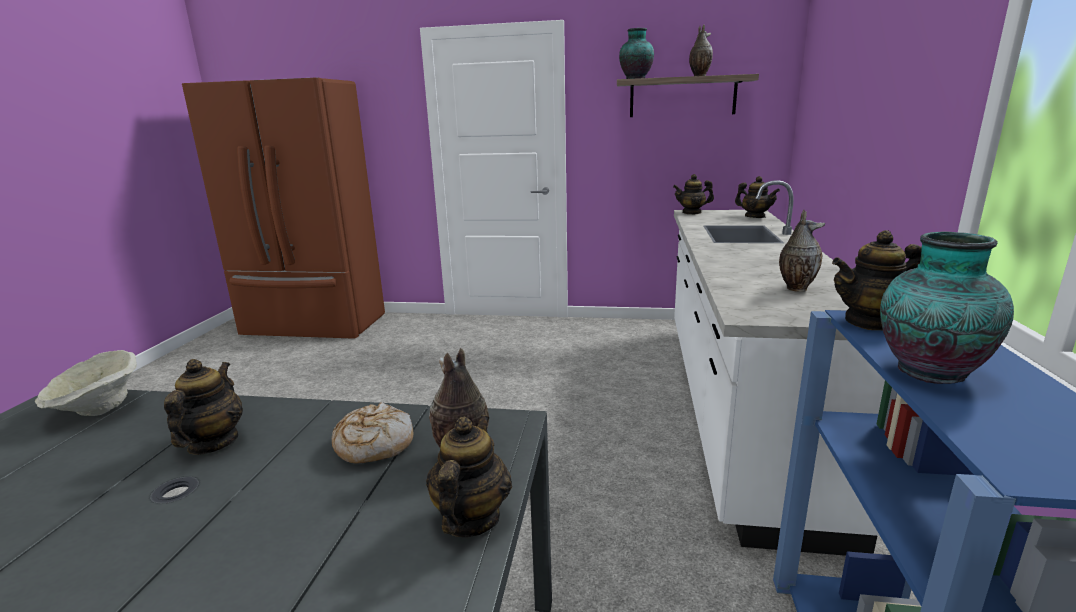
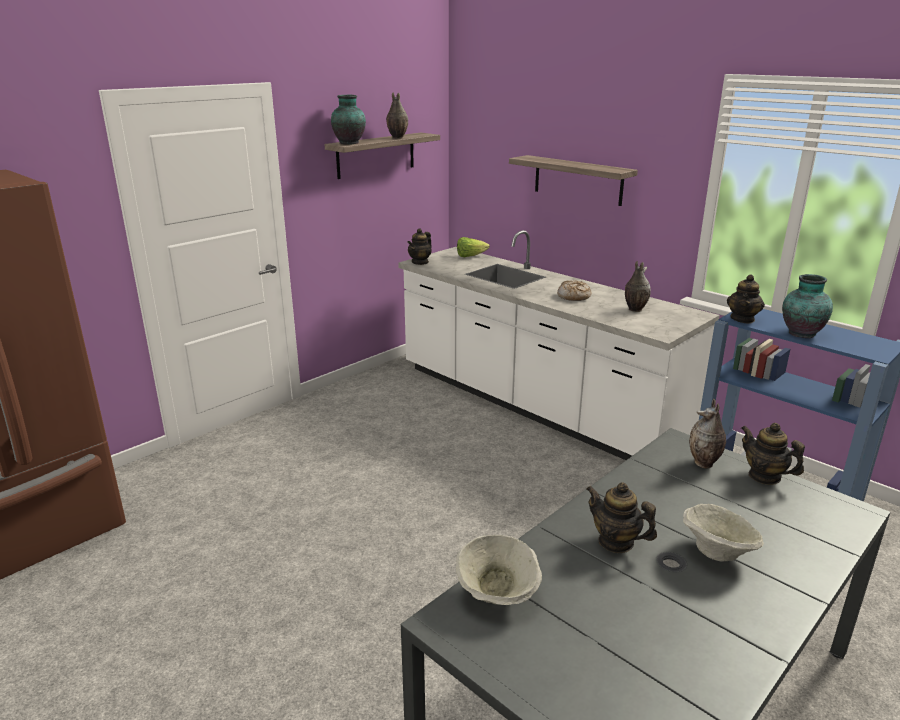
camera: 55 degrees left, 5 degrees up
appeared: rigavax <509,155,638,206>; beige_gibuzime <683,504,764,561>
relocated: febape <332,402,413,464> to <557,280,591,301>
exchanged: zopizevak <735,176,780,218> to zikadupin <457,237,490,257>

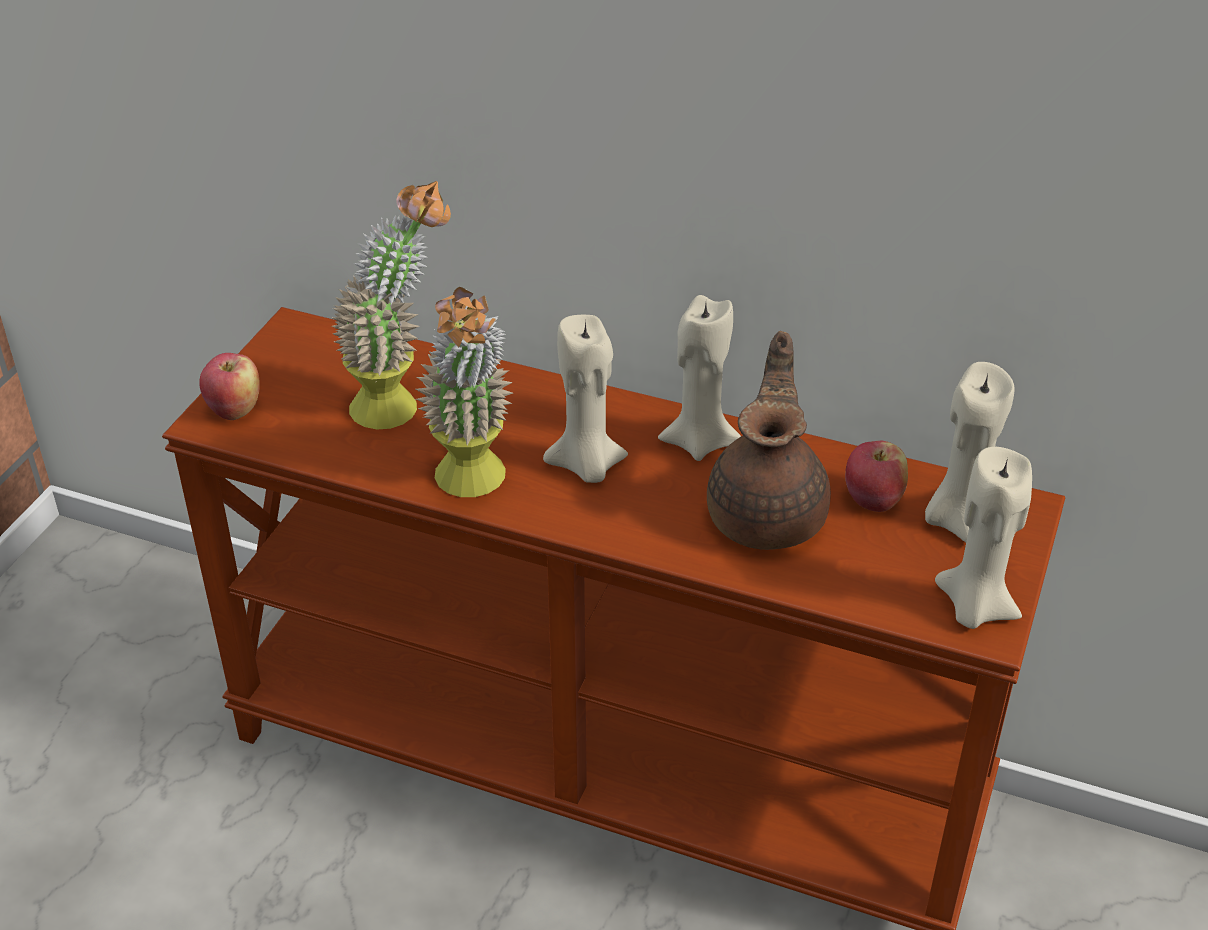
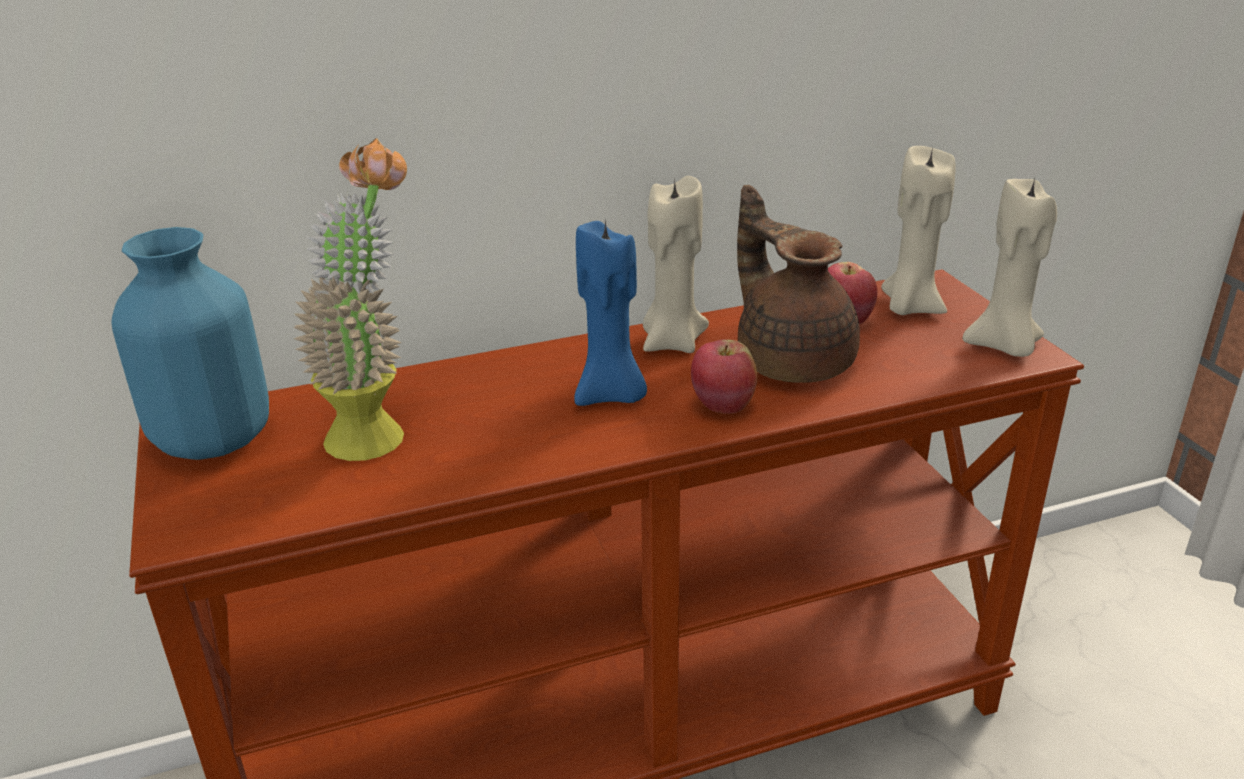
camera: 40 degrees left, 10 degrees down
missing: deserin <416,287,513,497>
appeared: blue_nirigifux <111,227,269,460>
relocated: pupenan <199,353,260,420> to <691,339,757,414>
colour: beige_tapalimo <543,315,628,483> to blue_tapalimo <574,219,647,406>

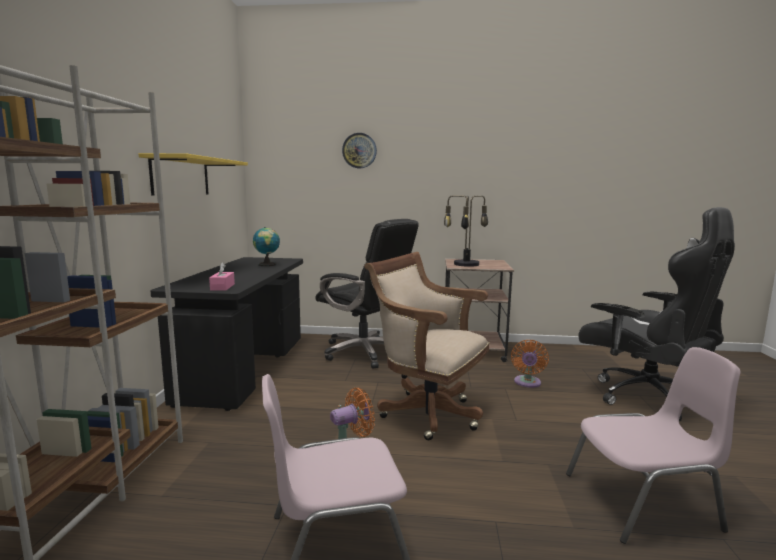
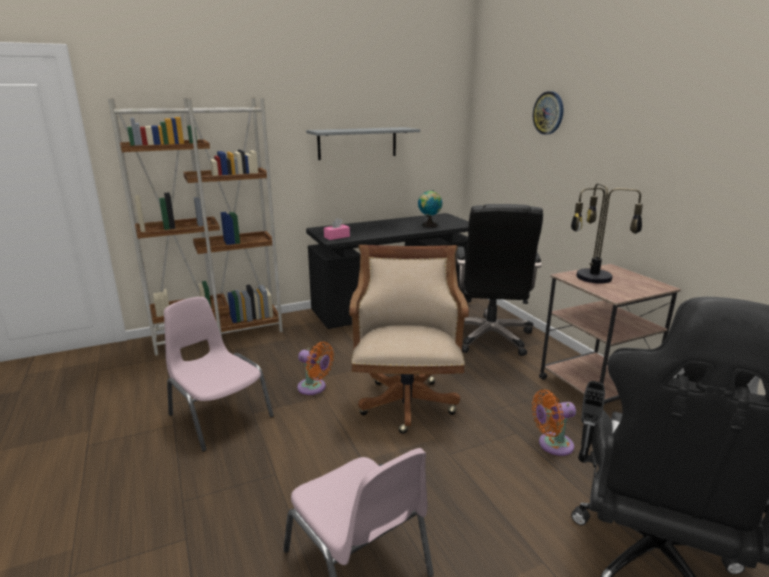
camera: 60 degrees right, 10 degrees up
colour: yellow_rigavax <139,153,248,196> to grey_rigavax <306,127,420,160>

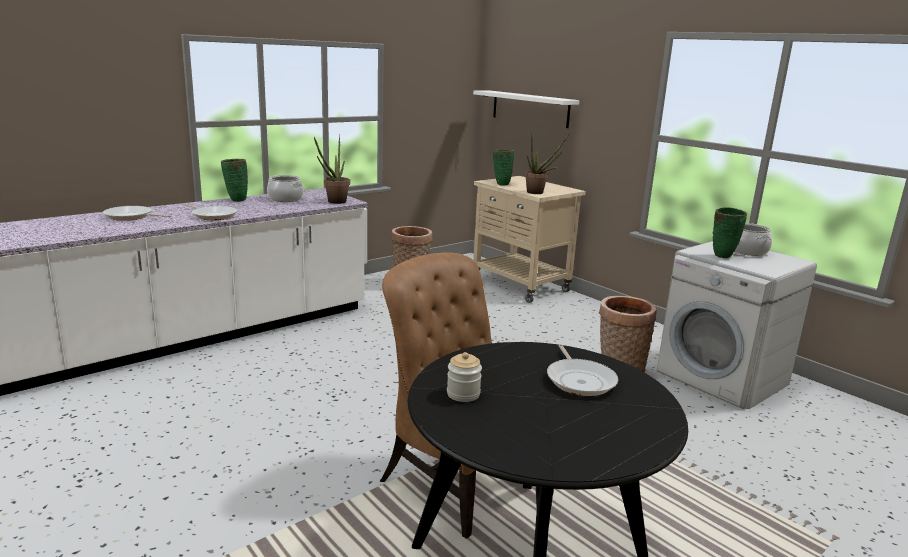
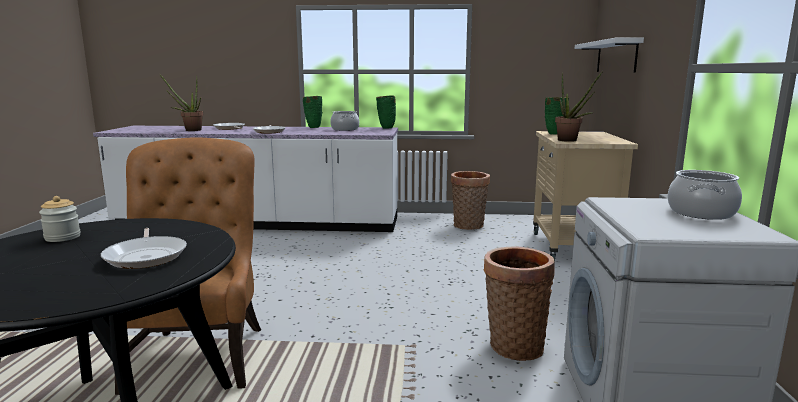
camera: 45 degrees right, 5 degrees down
relocated: deserin <314,134,350,204> to <160,75,204,131>; green_nirigifux <712,207,747,258> to <376,96,396,129>
spun: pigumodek <547,344,618,396> = <101,228,187,269> 60 degrees counterclockwise

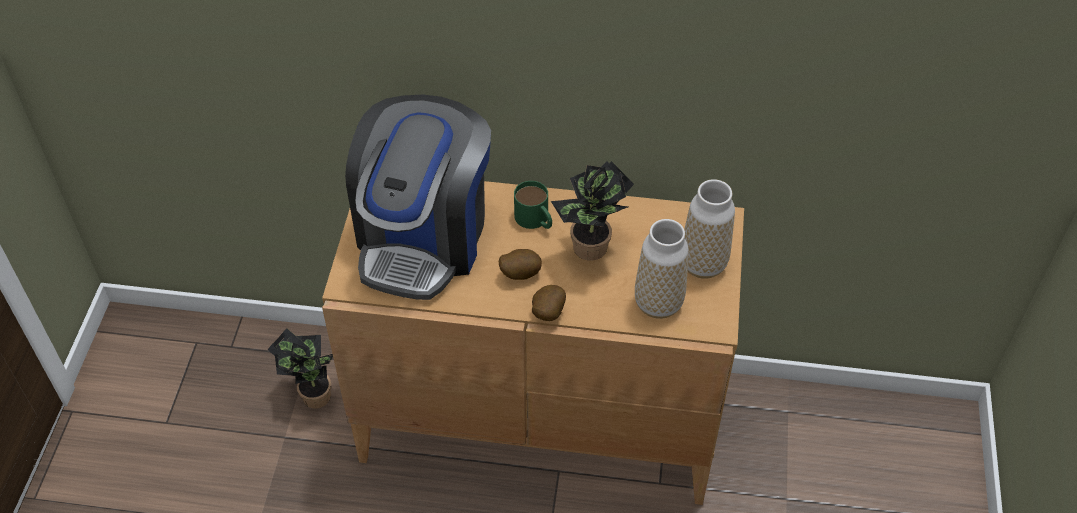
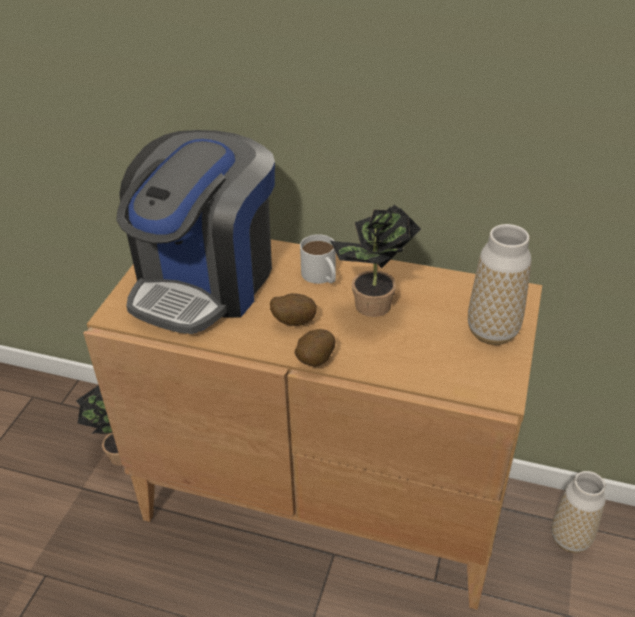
camera: 10 degrees right, 10 degrees down
relocated: nirigifux <635,219,688,319> to <551,471,606,553>
colour: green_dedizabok <514,181,552,229> to white_dedizabok <300,234,336,284>

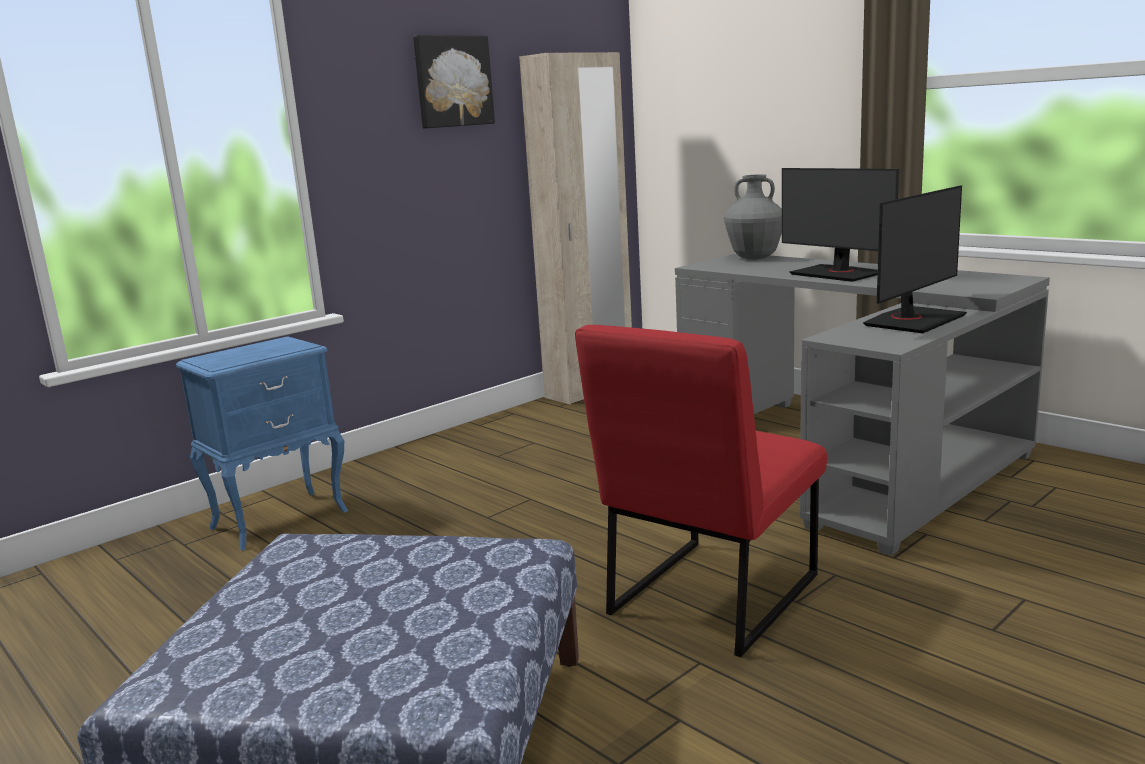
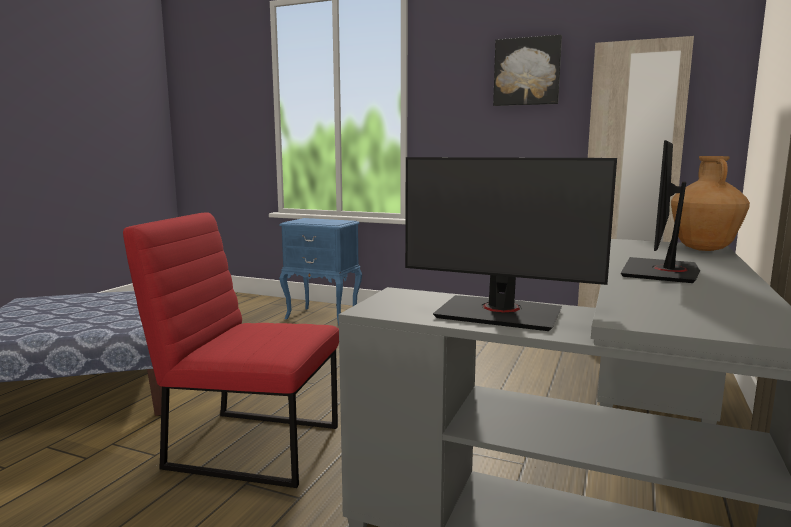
camera: 65 degrees right, 5 degrees down
colour: grey_nirigifux <724,174,782,260> to brown_nirigifux <671,156,750,251>

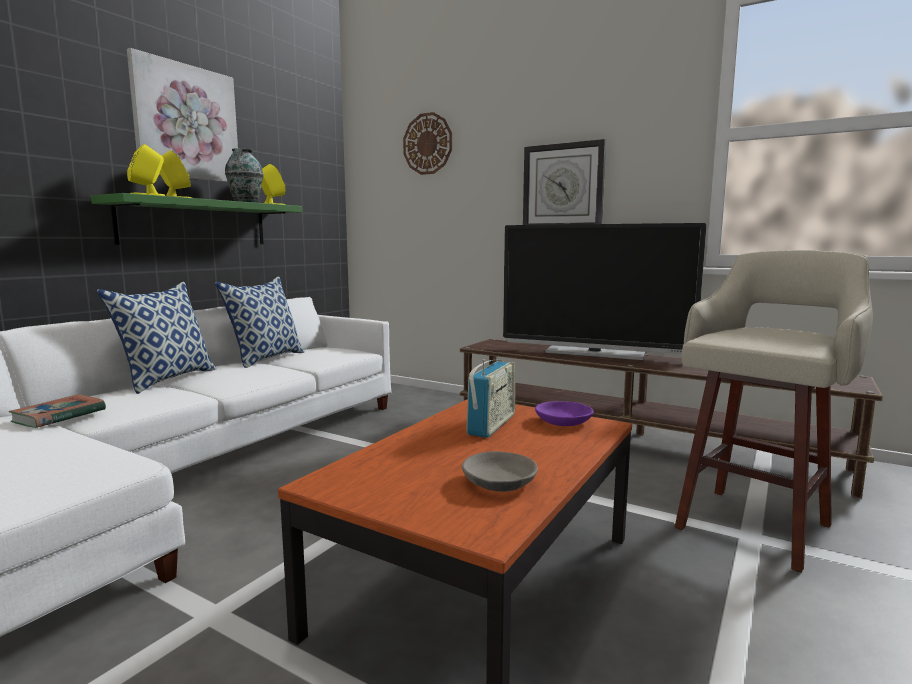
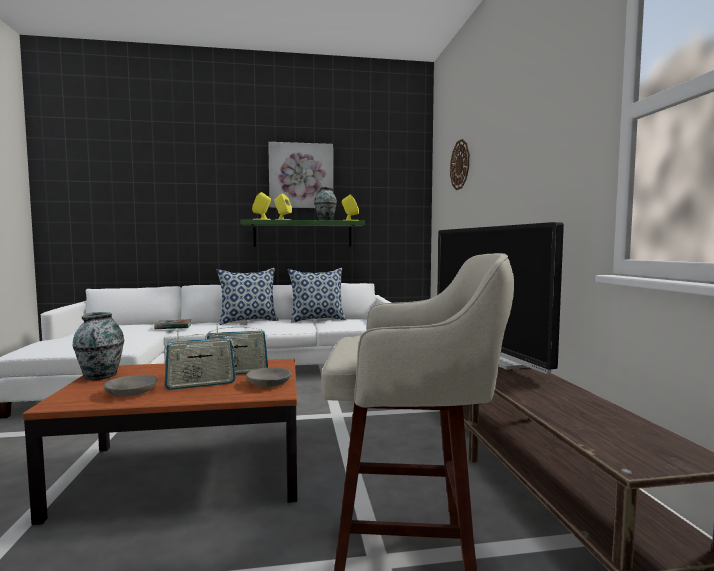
camera: 50 degrees right, 5 degrees down
missing: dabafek <523,139,606,225>
appeared: nirigifux <72,312,124,380>; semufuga <164,331,236,390>
colour: purple_gibuzime <535,401,594,426> to grey_gibuzime <246,367,292,387>

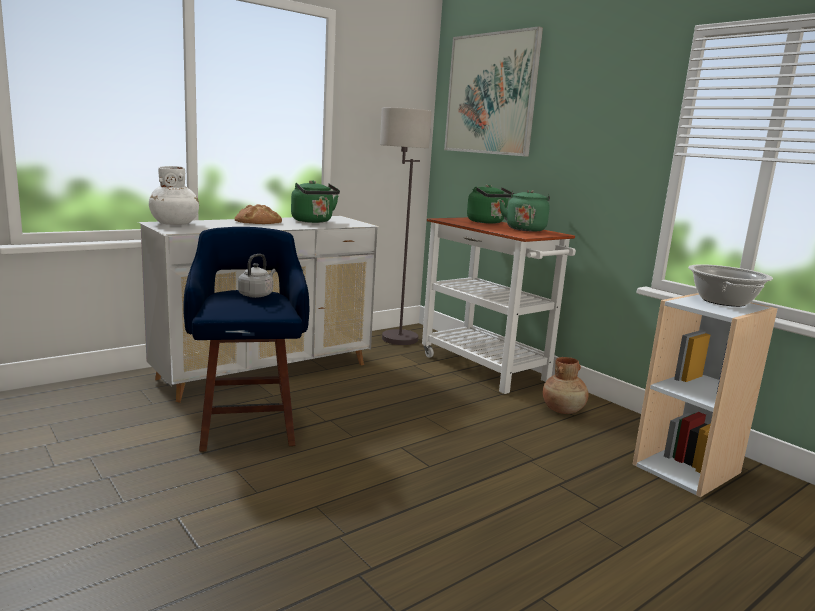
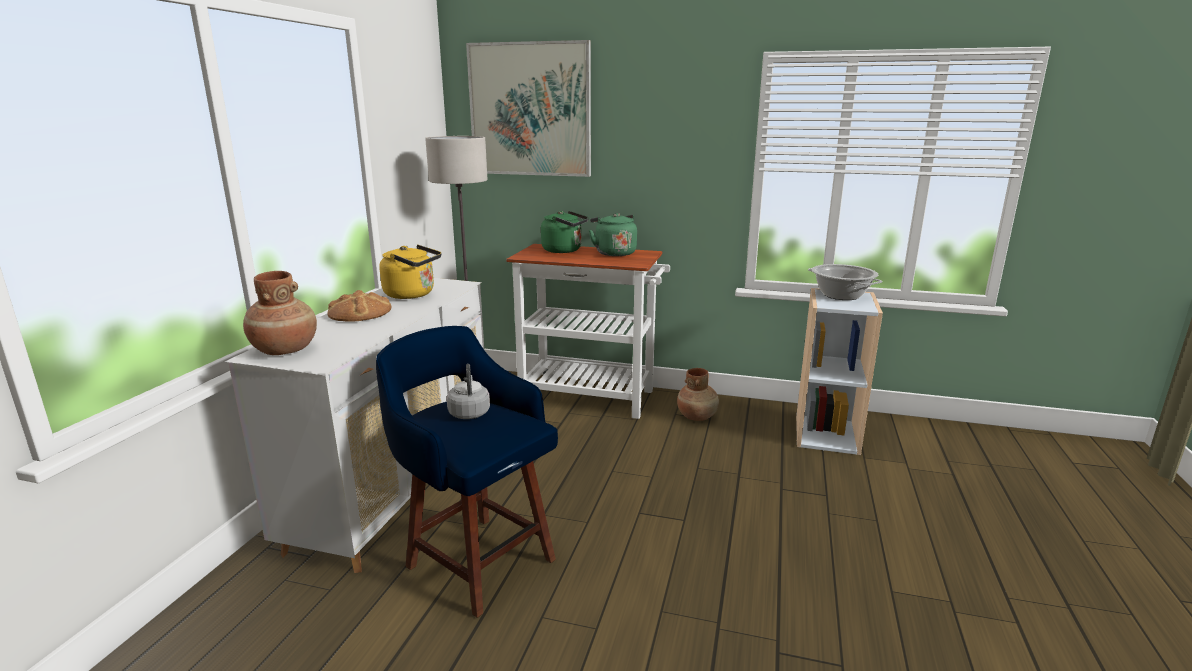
camera: 35 degrees left, 5 degrees up
colour: white_nirigifux <149,166,199,225> to brown_nirigifux <243,271,317,355>; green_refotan <291,180,340,223> to yellow_refotan <379,245,441,299>

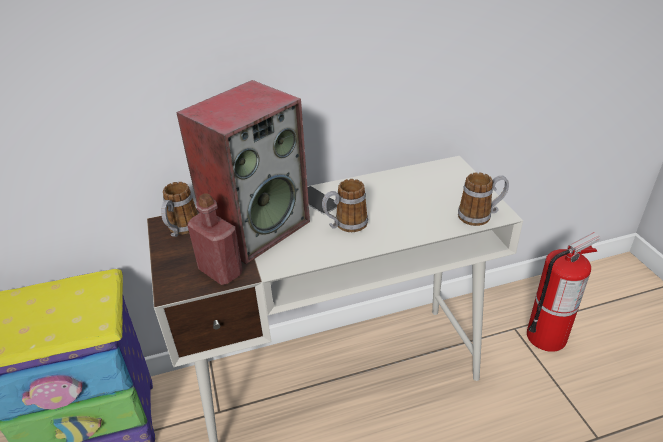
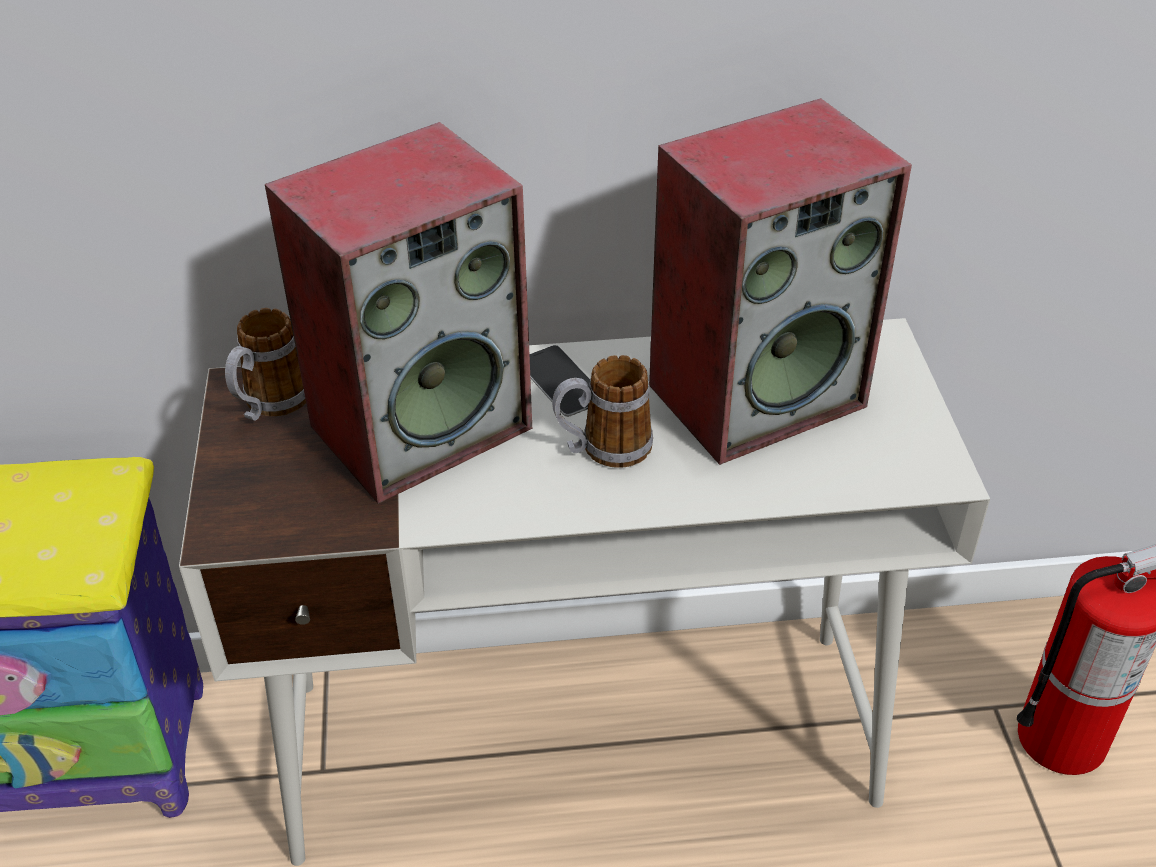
camera: 10 degrees right, 5 degrees up
missing: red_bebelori <187,194,243,285>; dedizabok <458,172,509,226>
appeared: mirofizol <649,98,912,465>

